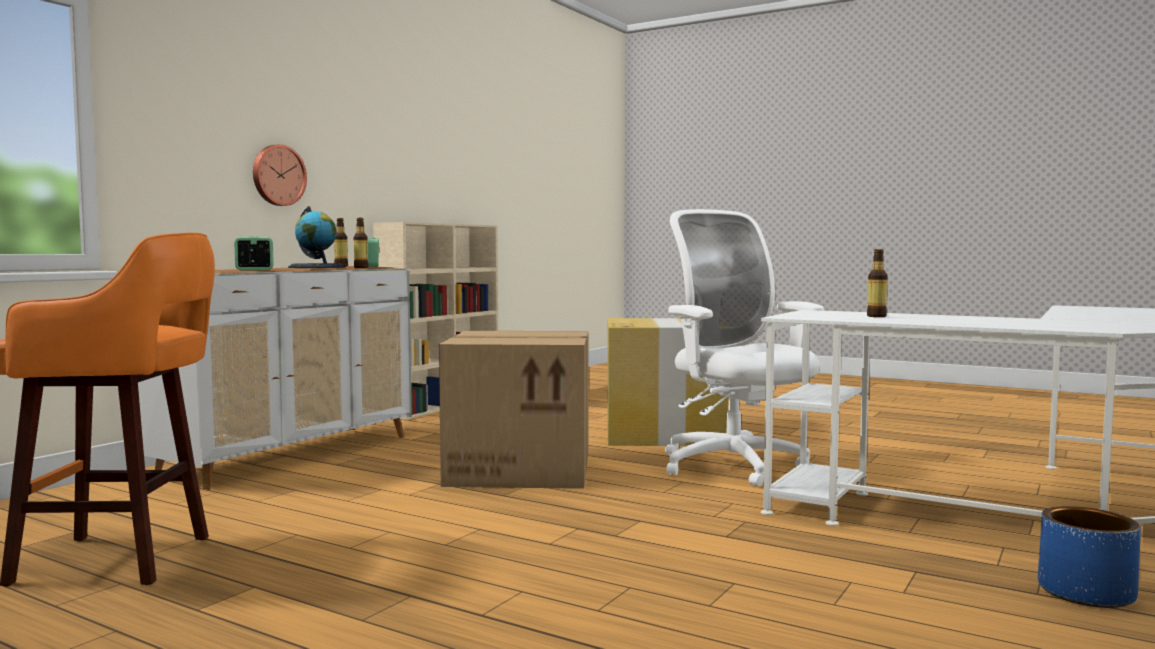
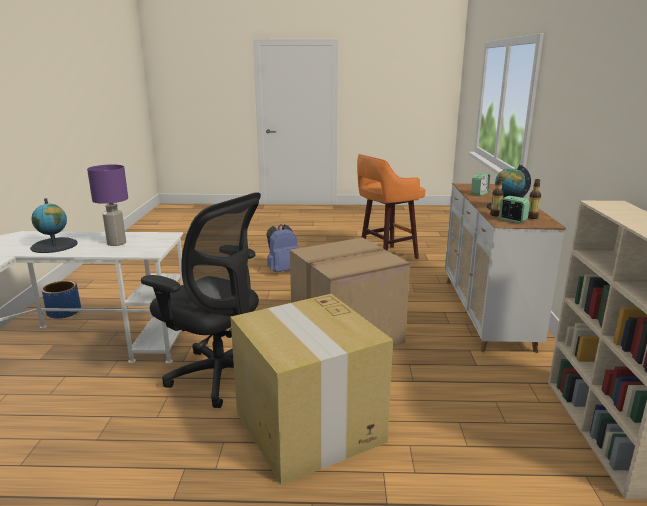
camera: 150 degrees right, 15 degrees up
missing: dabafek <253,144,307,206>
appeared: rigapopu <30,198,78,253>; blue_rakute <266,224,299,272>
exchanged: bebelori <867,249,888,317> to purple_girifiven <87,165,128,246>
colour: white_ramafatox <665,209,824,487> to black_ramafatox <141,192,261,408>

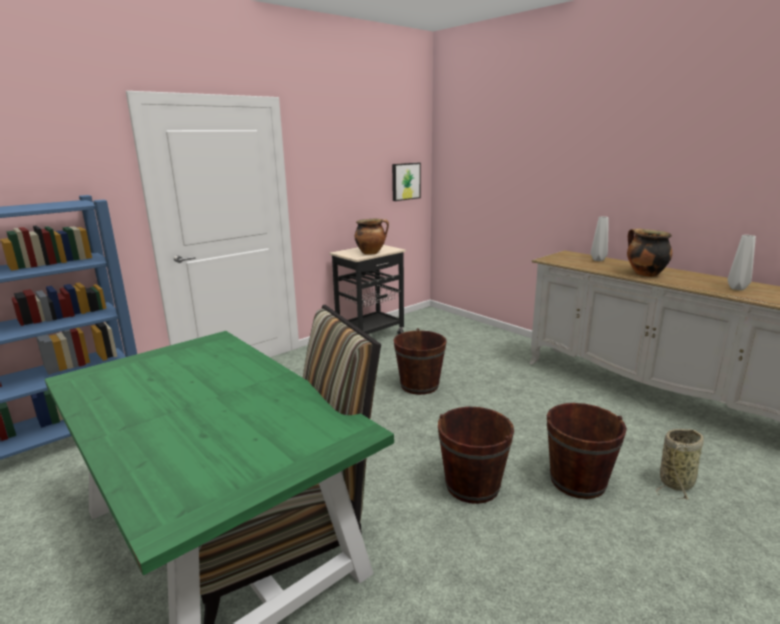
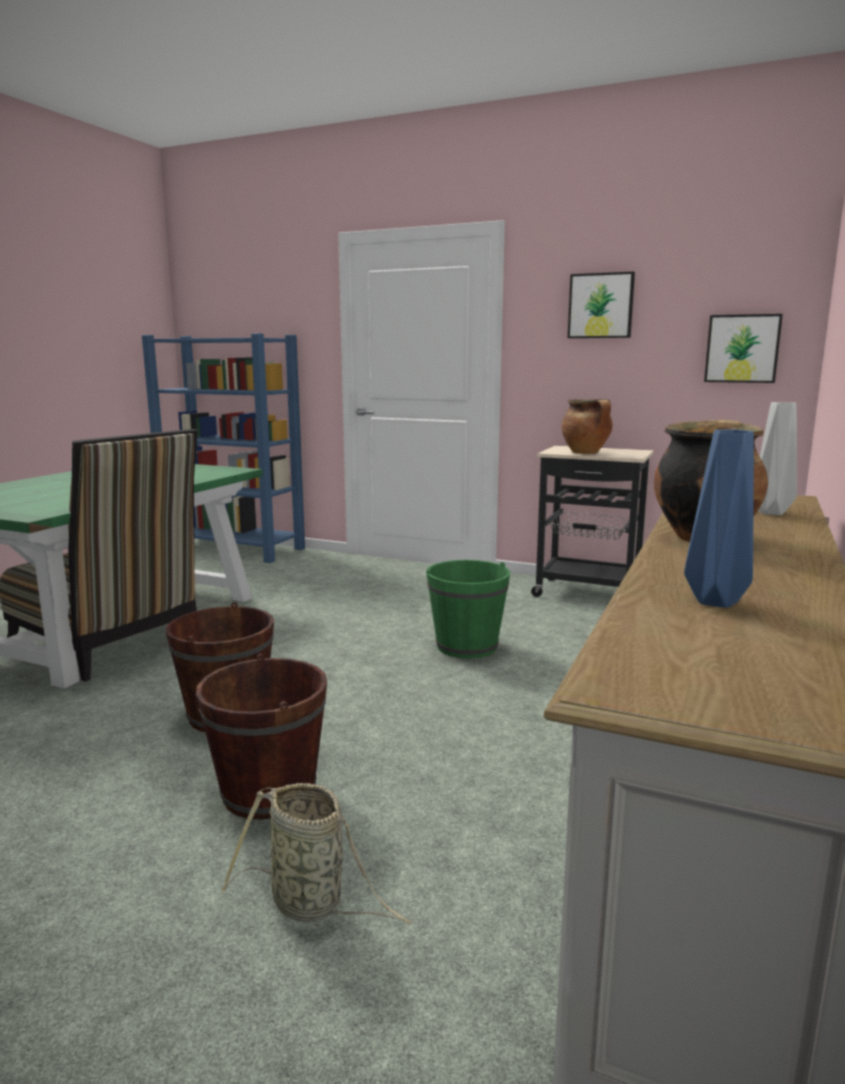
camera: 65 degrees right, 5 degrees down
appeared: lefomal <568,272,635,338>
colour: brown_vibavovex <394,328,447,395> to green_vibavovex <426,560,510,659>; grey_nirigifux <727,235,756,290> to blue_nirigifux <684,429,754,608>

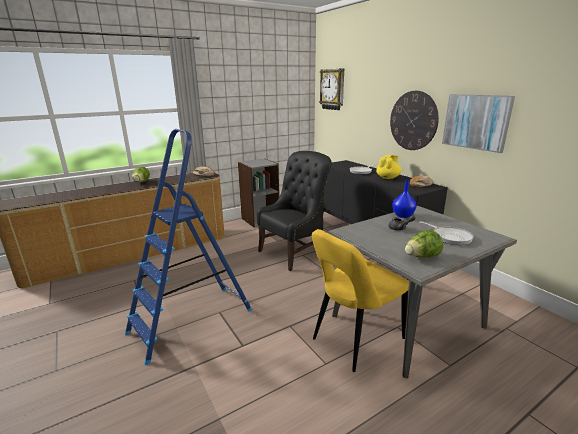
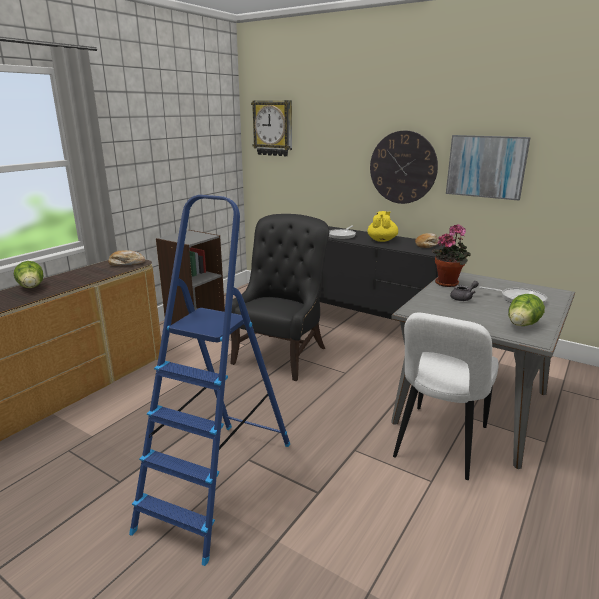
camera: 25 degrees left, 0 degrees up
exchanged: blue_nirigifux <392,180,417,218> to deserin <431,224,470,287>
colour: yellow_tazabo <312,229,409,372> to white_tazabo <393,313,499,480>

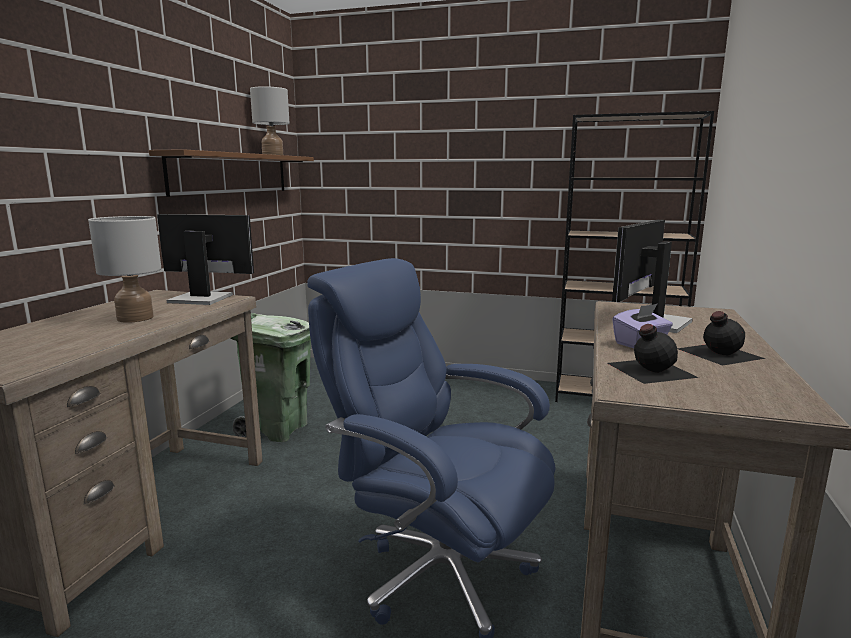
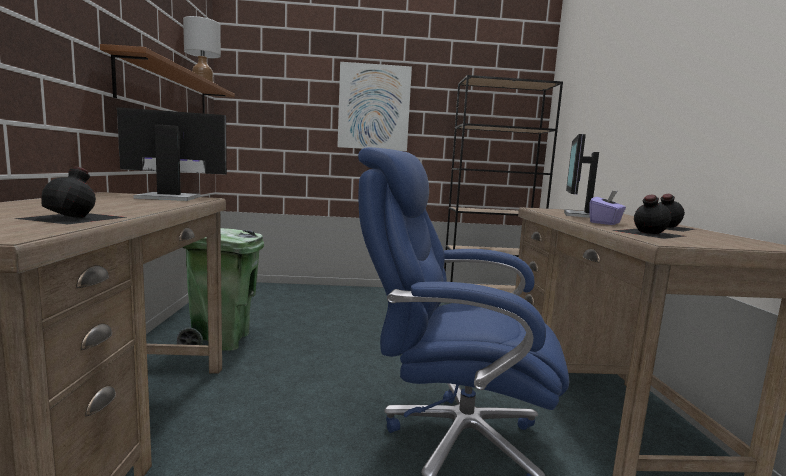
camera: 20 degrees left, 5 degrees down
missing: grey_girifiven <88,216,162,323>
appeared: black_bebelori <14,167,126,224>; lefomal <337,62,412,151>

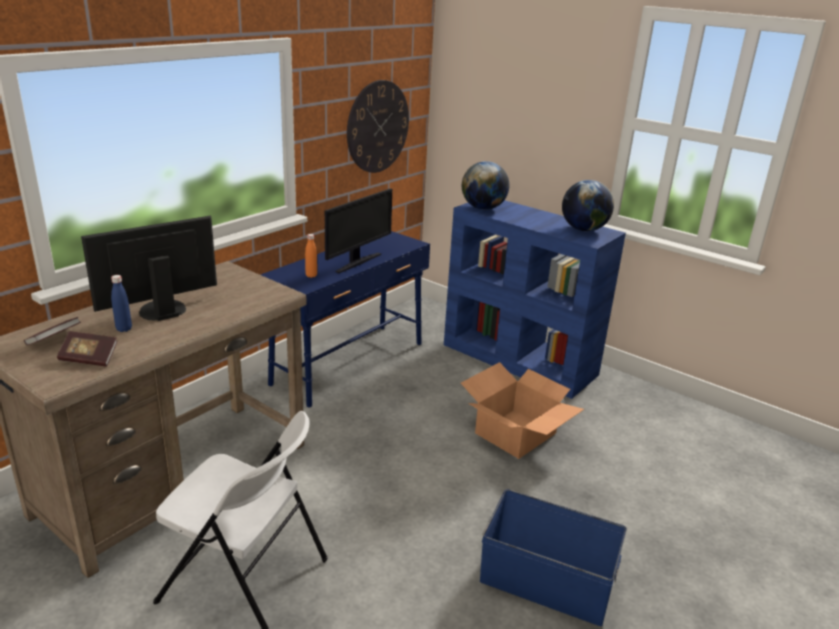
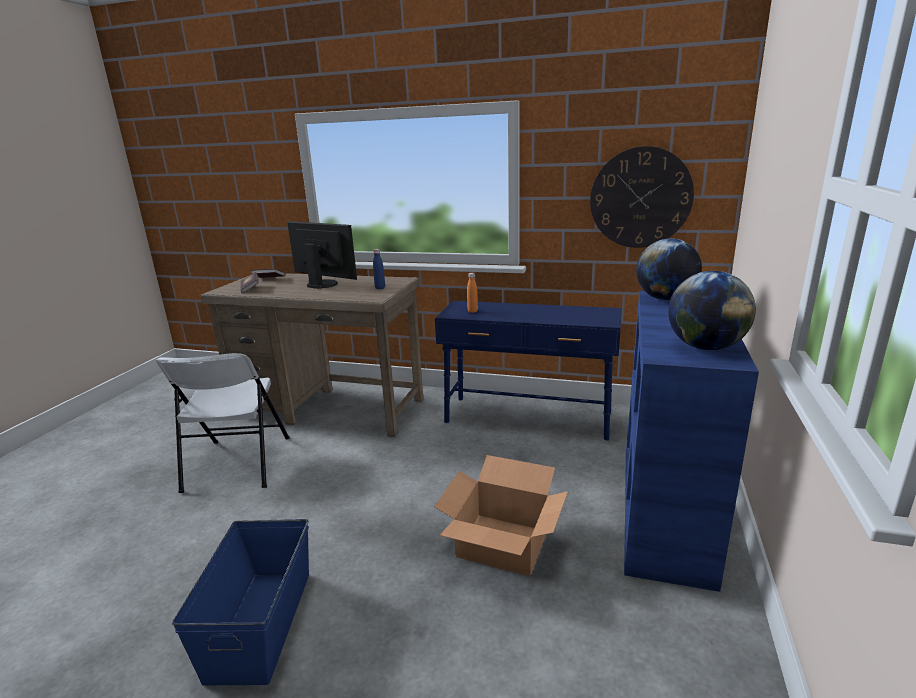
camera: 70 degrees right, 5 degrees down
missing: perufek <325,188,392,273>
relocated: blue_bebelori <111,275,132,332> to <373,249,385,289>

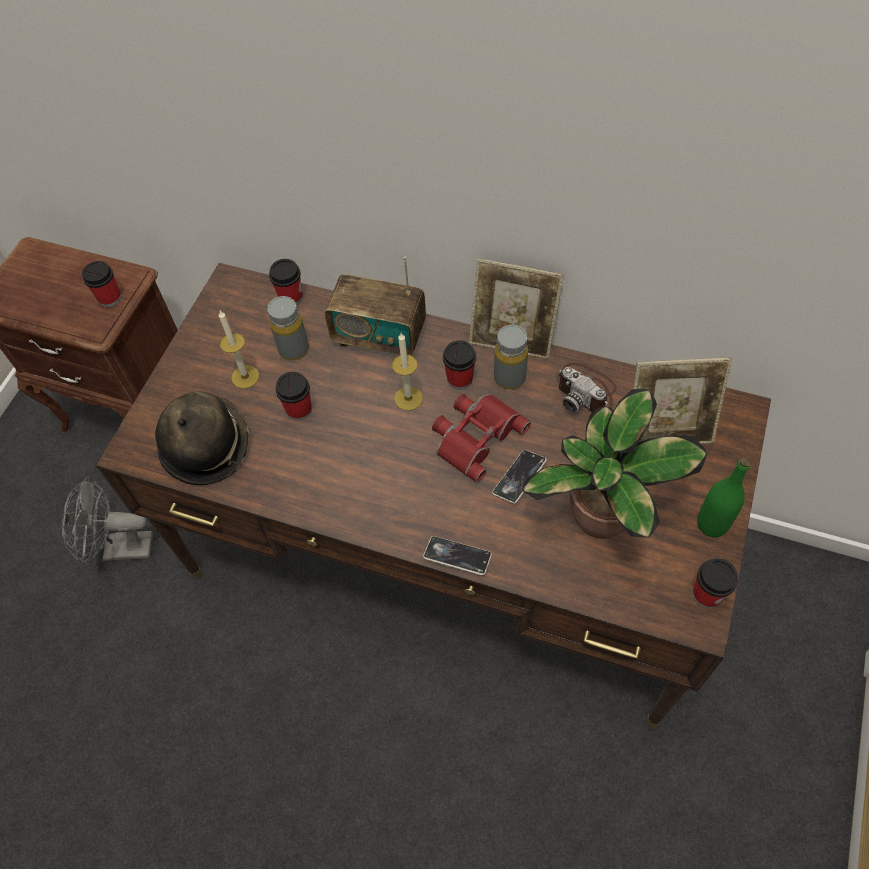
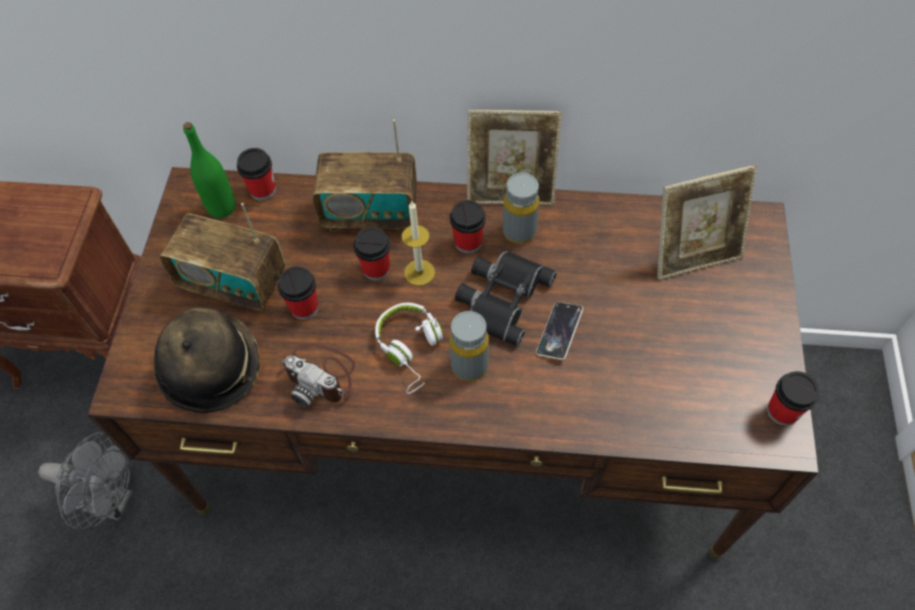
camera: 15 degrees left, 0 degrees up
missing: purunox <423,536,492,575>; deserin <523,389,707,539>
appeared: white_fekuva <375,303,444,394>
relocated: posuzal <82,261,121,307> to <353,227,390,281>; grey_bebelori <268,296,309,360> to <449,311,489,381>; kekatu <557,363,617,412> to <281,343,355,407>; green_bebelori <697,458,750,537> to <183,122,236,218>
exchanged: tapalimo <219,311,259,388> to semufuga <160,203,285,313>
colour: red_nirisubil <432,394,531,483> to black_nirisubil <455,251,556,346>
spun: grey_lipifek <61,477,153,565> = <38,432,133,531> 150 degrees counterclockwise

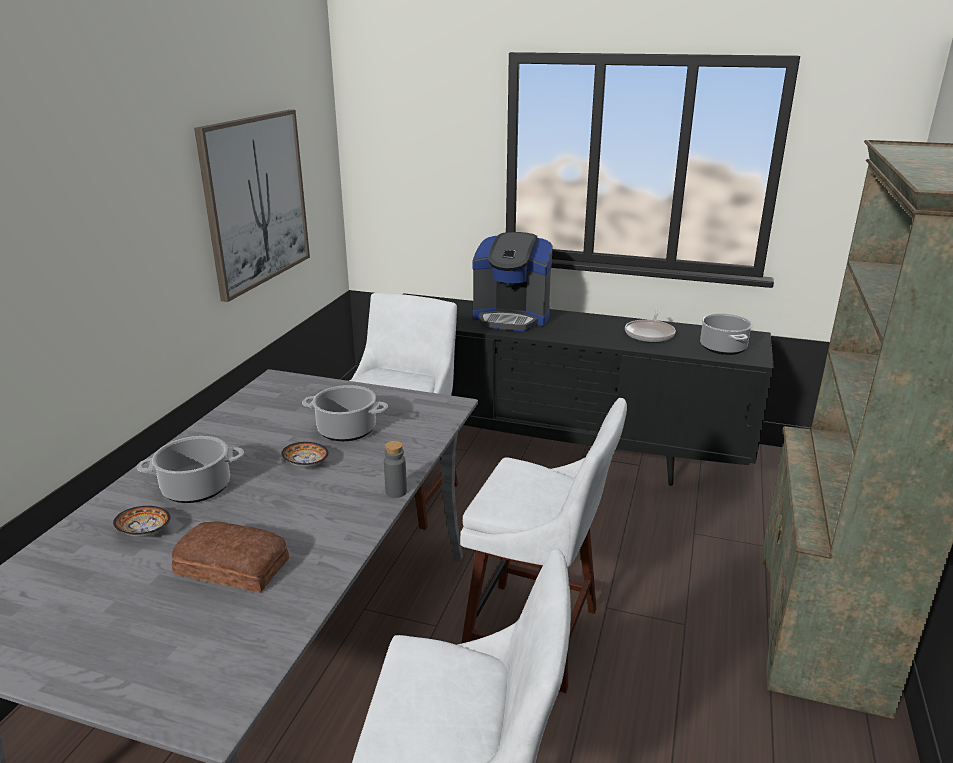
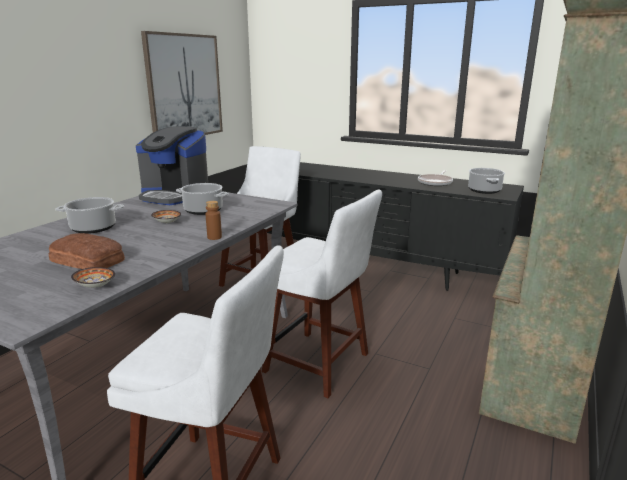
camera: 10 degrees right, 5 degrees down
relocated: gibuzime <113,506,171,537> to <71,267,115,288>; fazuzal <472,232,553,331> to <136,126,208,205>
colour: grey_bebelori <384,441,407,498> to brown_bebelori <205,201,222,240>

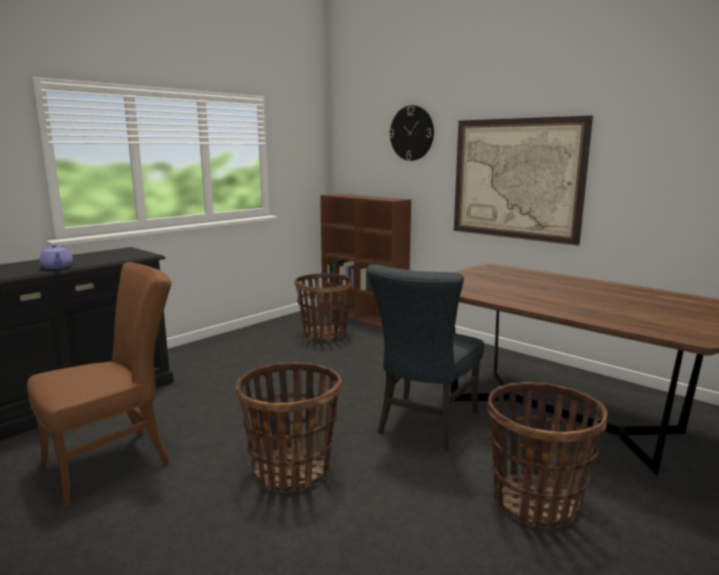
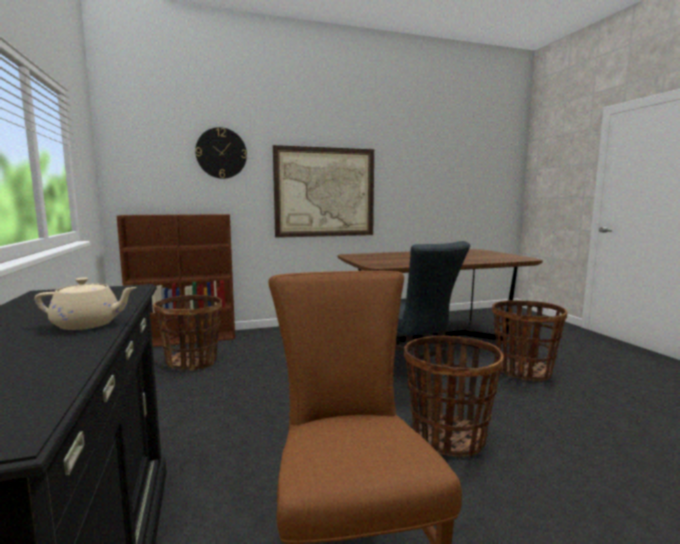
camera: 60 degrees left, 5 degrees down
colour: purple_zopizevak <39,244,73,269> to beige_zopizevak <34,277,137,330>

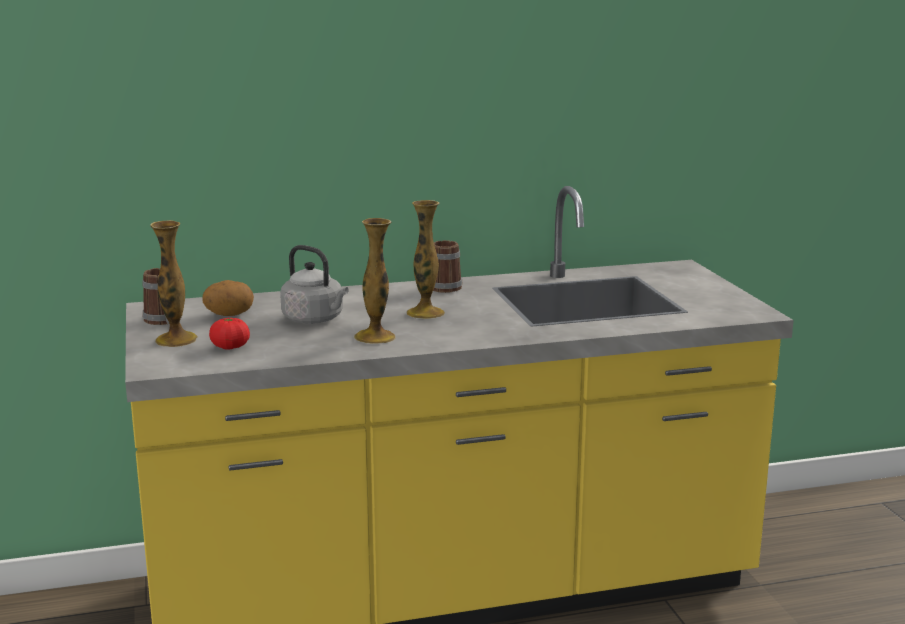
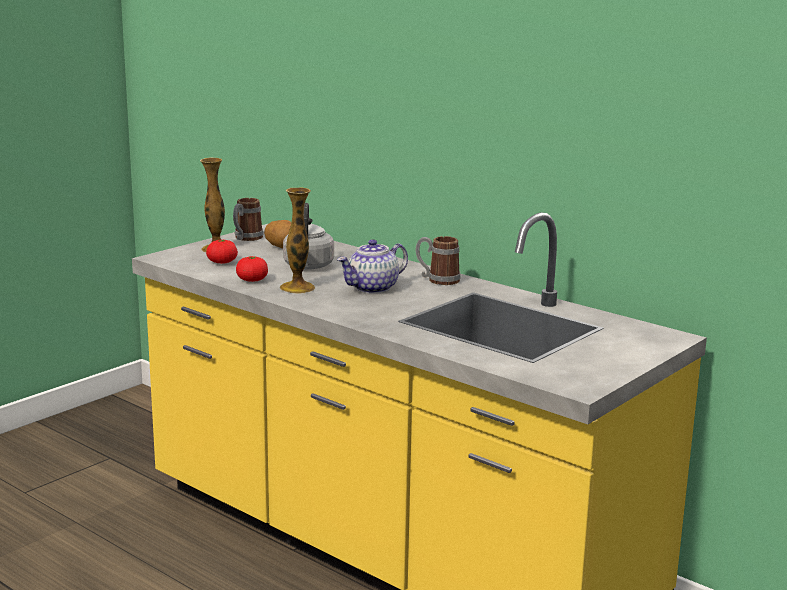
camera: 55 degrees right, 0 degrees up
appeared: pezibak <236,256,268,282>
exchanged: nirigifux <407,200,445,319> to zopizevak <337,239,408,294>

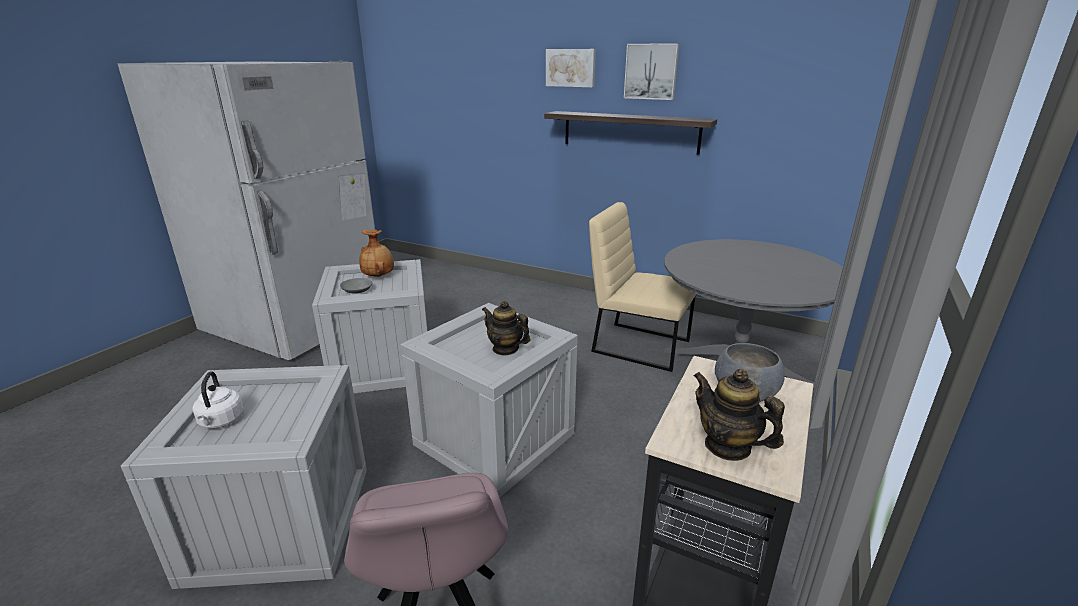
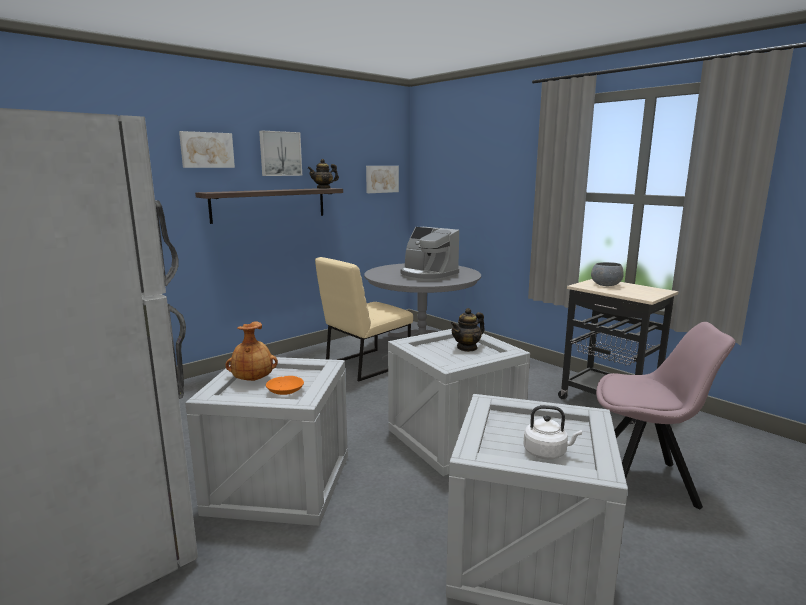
camera: 70 degrees left, 10 degrees down
appeared: lefomal <366,166,399,193>; fazuzal <401,227,459,281>
relocated: zopizevak <693,369,785,461> to <308,159,339,189>
colour: grey_gibuzime <340,278,372,294> to orange_gibuzime <266,376,304,395>

